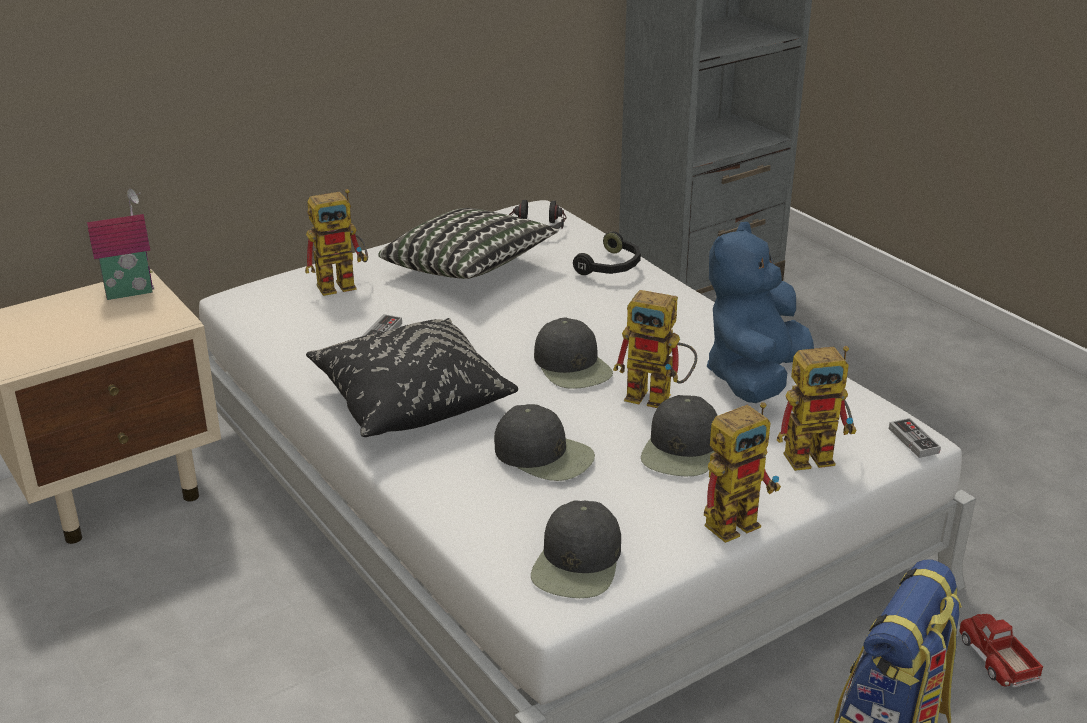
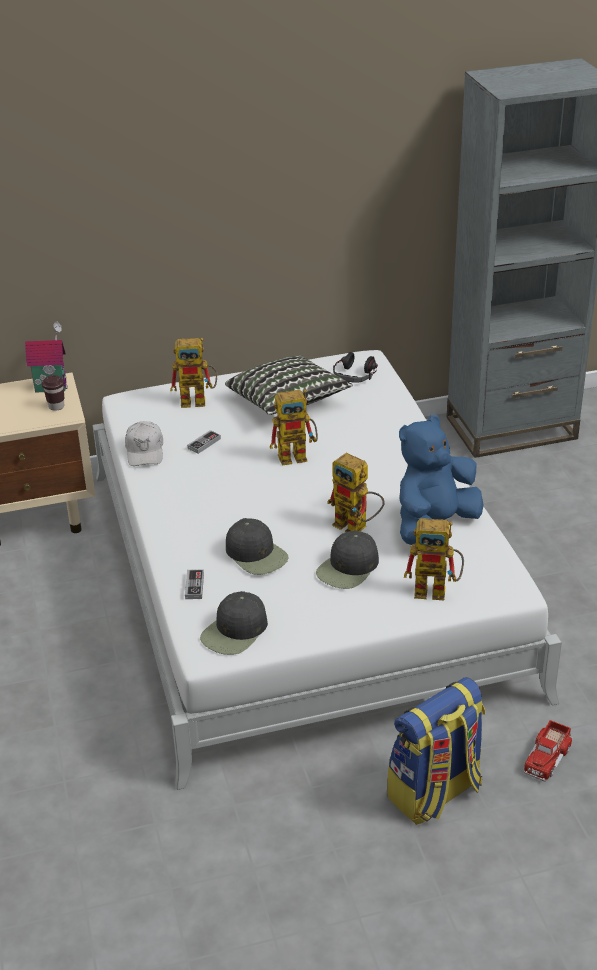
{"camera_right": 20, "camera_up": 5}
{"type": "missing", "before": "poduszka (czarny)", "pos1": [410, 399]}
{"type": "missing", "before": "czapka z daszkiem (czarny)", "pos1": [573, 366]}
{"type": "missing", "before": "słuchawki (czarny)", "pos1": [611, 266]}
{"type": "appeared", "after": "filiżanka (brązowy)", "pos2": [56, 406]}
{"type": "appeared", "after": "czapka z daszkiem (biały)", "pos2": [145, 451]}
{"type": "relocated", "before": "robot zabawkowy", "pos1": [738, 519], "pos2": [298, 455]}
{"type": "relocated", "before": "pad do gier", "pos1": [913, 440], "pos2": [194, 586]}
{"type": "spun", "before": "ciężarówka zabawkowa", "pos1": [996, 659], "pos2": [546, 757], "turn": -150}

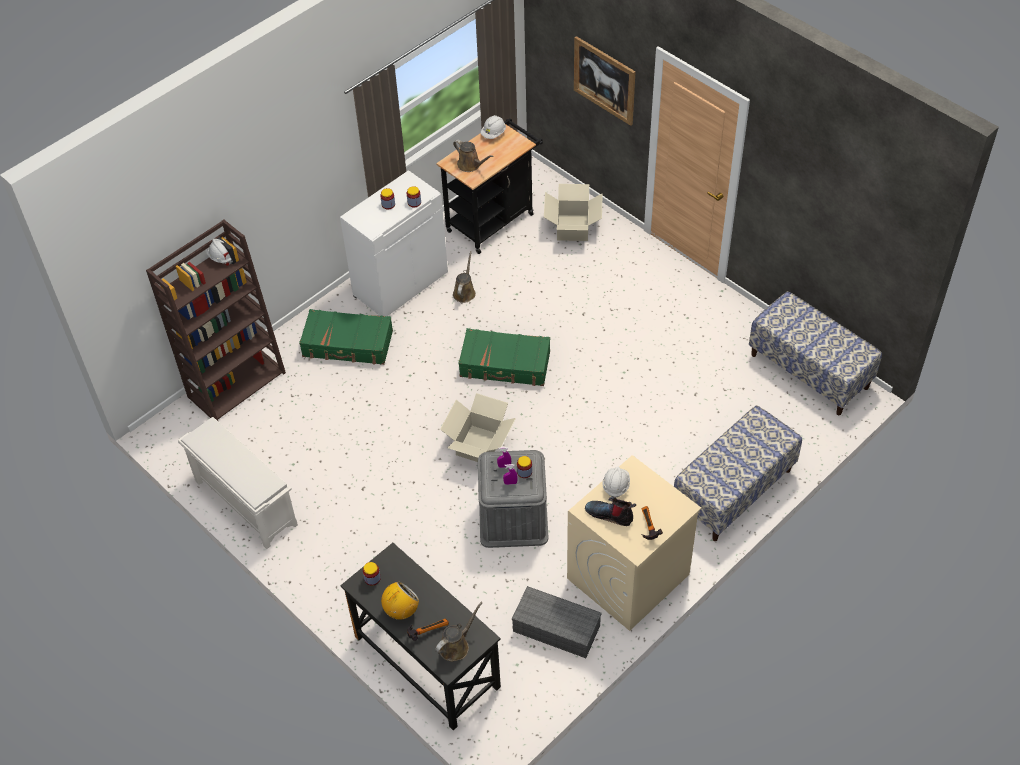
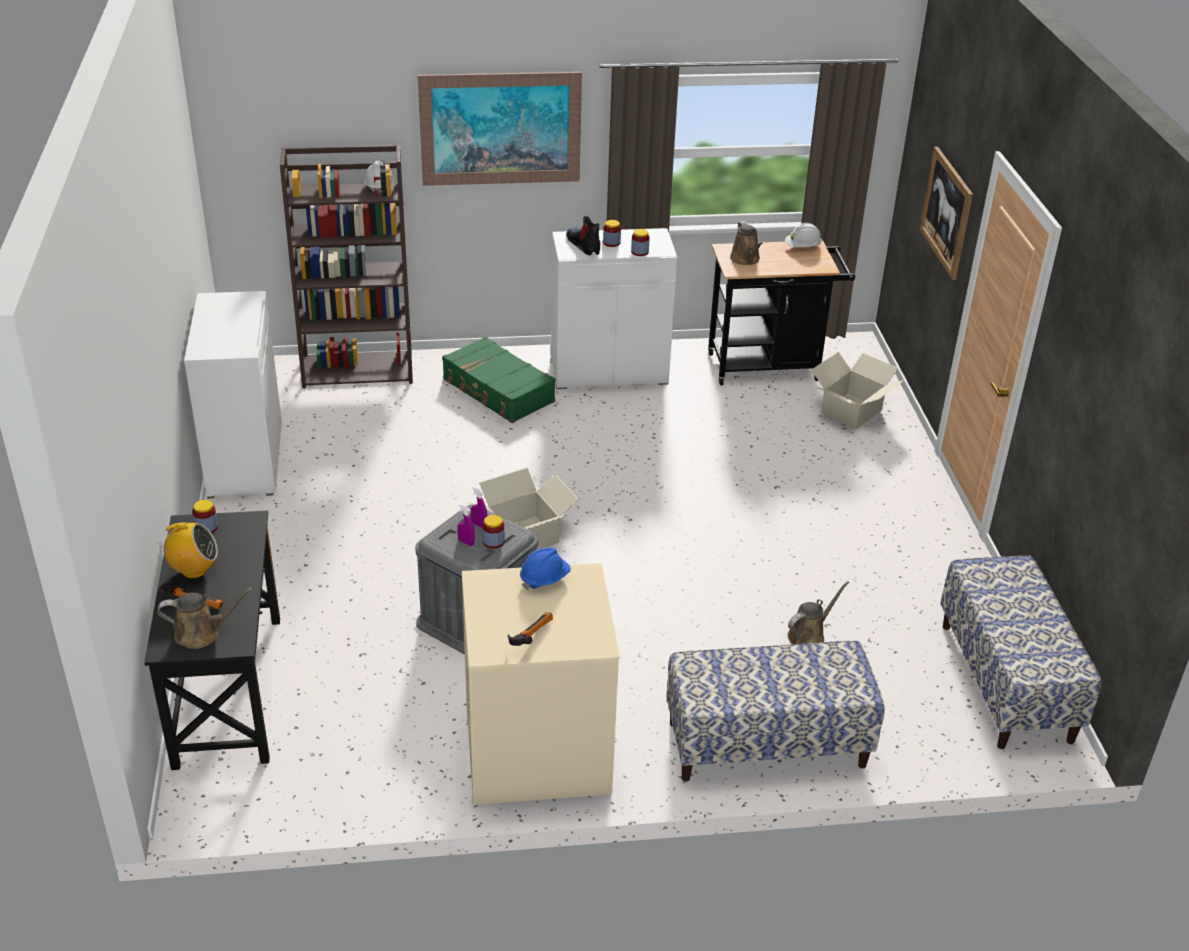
{"camera_right": 35, "camera_up": -15}
{"type": "missing", "before": "walizka (zielony)", "pos1": [505, 365]}
{"type": "missing", "before": "pojemnik do przechowywania (szary)", "pos1": [555, 629]}
{"type": "appeared", "after": "obraz", "pos2": [500, 129]}
{"type": "relocated", "before": "konewka (brązowy)", "pos1": [464, 292], "pos2": [809, 635]}
{"type": "relocated", "before": "but z cholewką", "pos1": [610, 514], "pos2": [584, 245]}
{"type": "exchanged", "before": "regał na buty (biały)", "after": "szafka (biały)", "pos1": [244, 503], "pos2": [244, 459]}
{"type": "colour", "before": "kask (biały)", "after": "kask (niebieski)", "pos1": [616, 486], "pos2": [544, 579]}

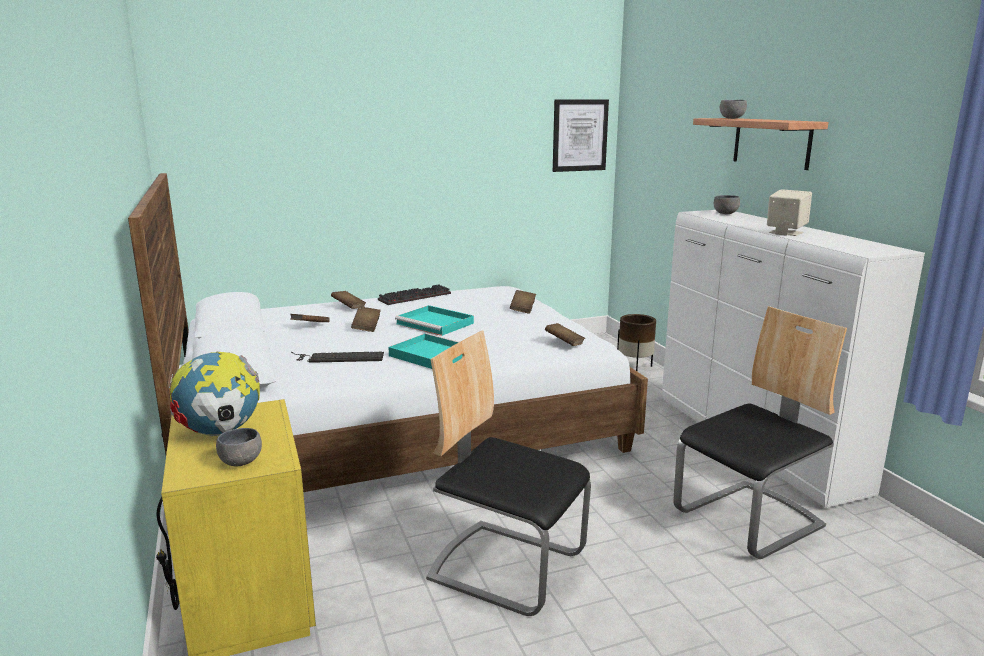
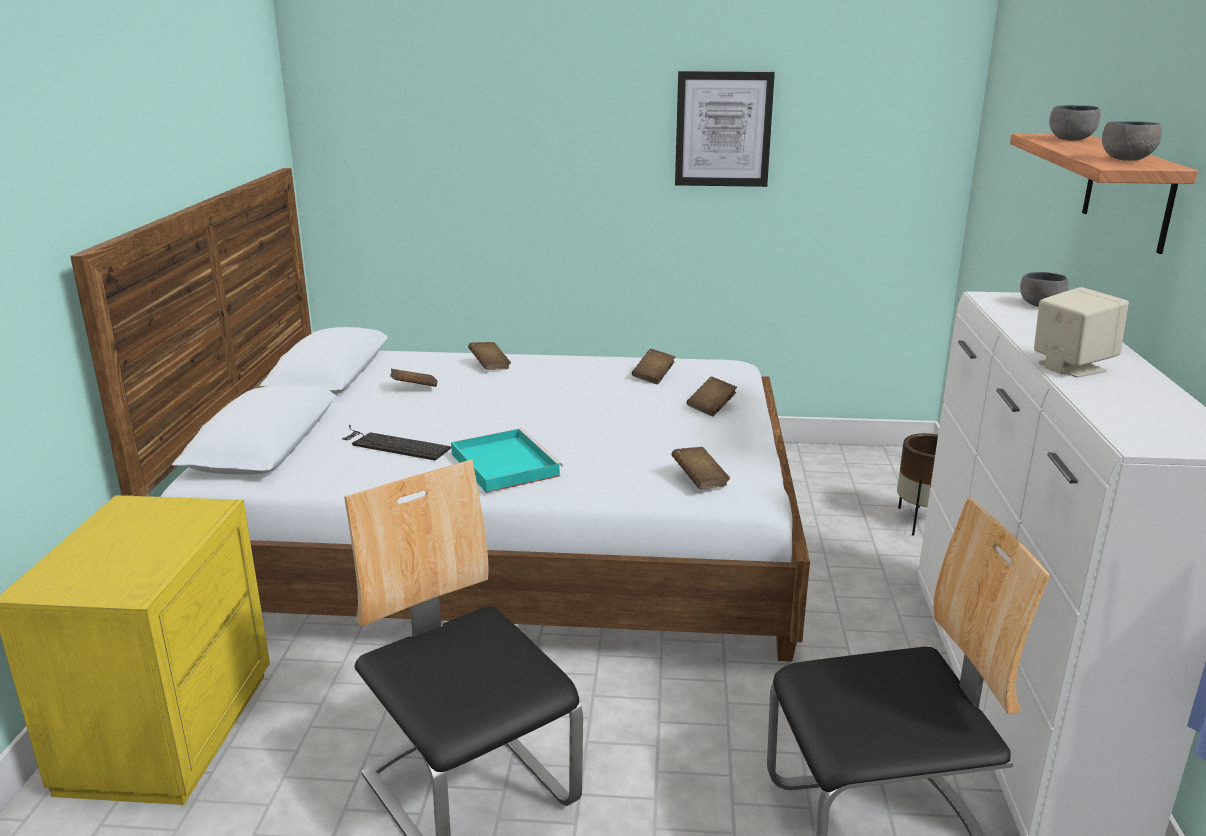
{"camera_right": 25, "camera_up": 5}
{"type": "missing", "before": "globus", "pos1": [221, 432]}
{"type": "missing", "before": "klawiatura", "pos1": [415, 296]}
{"type": "missing", "before": "taca (turkusowy)", "pos1": [436, 324]}
{"type": "relocated", "before": "miska (szary)", "pos1": [241, 461], "pos2": [1125, 159]}
{"type": "relocated", "before": "książka (brązowy)", "pos1": [366, 327], "pos2": [653, 377]}
{"type": "relocated", "before": "obraz", "pos1": [579, 135], "pos2": [723, 129]}

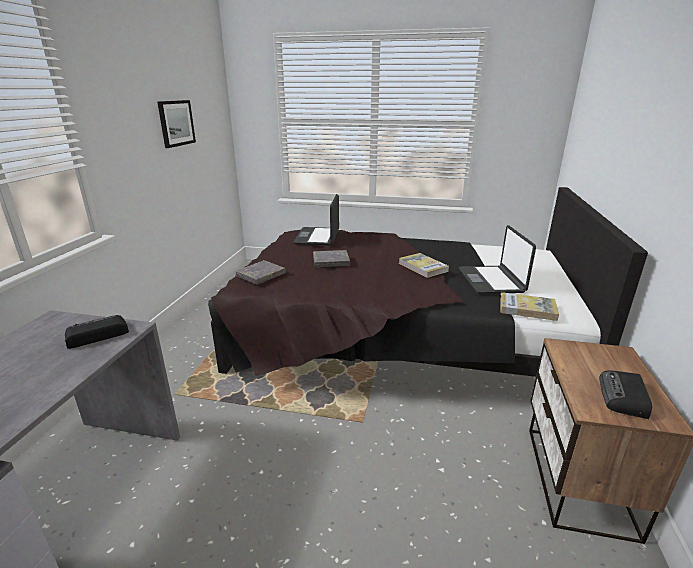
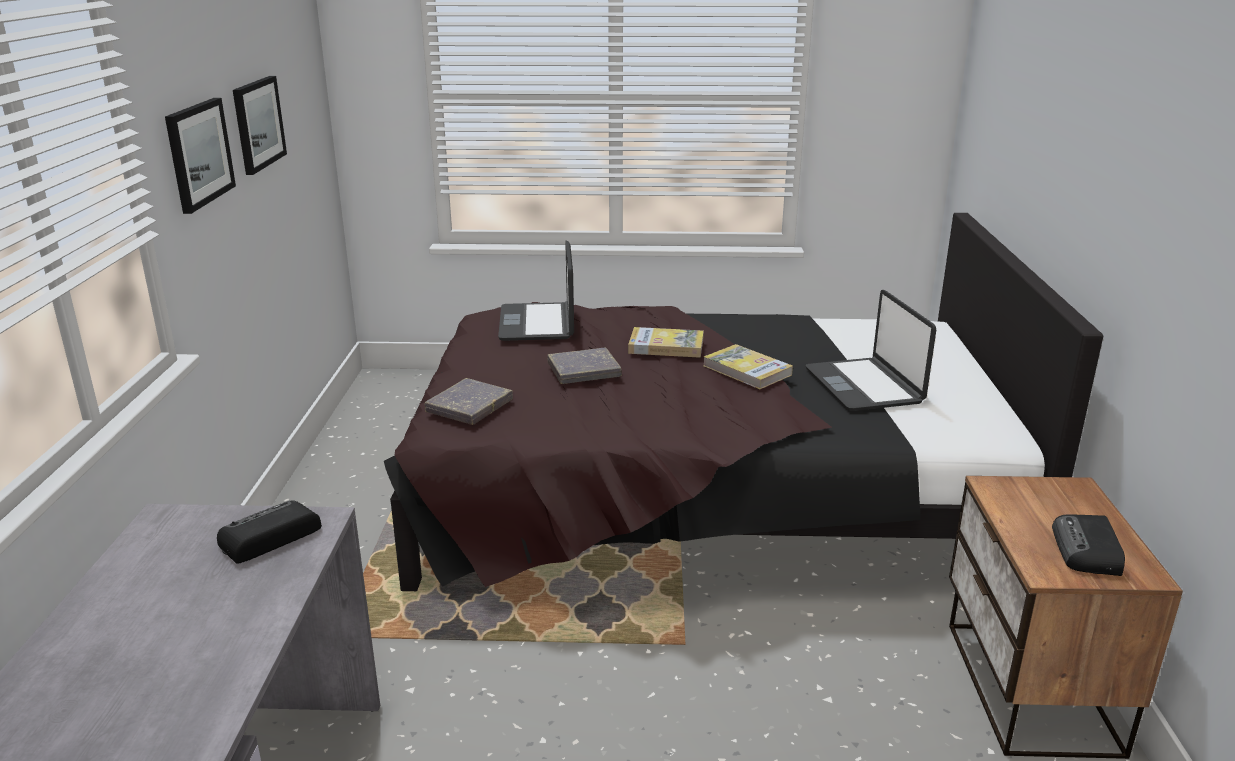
{"camera_right": -10, "camera_up": 0}
{"type": "appeared", "after": "obraz", "pos2": [199, 153]}
{"type": "relocated", "before": "książka", "pos1": [527, 309], "pos2": [666, 346]}

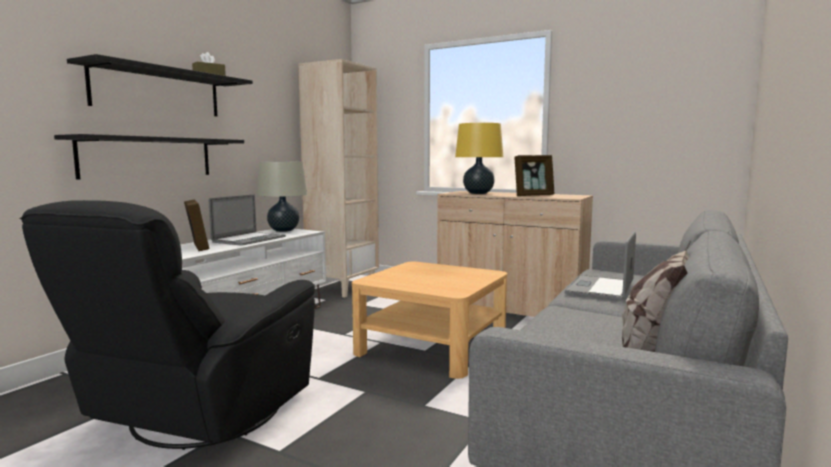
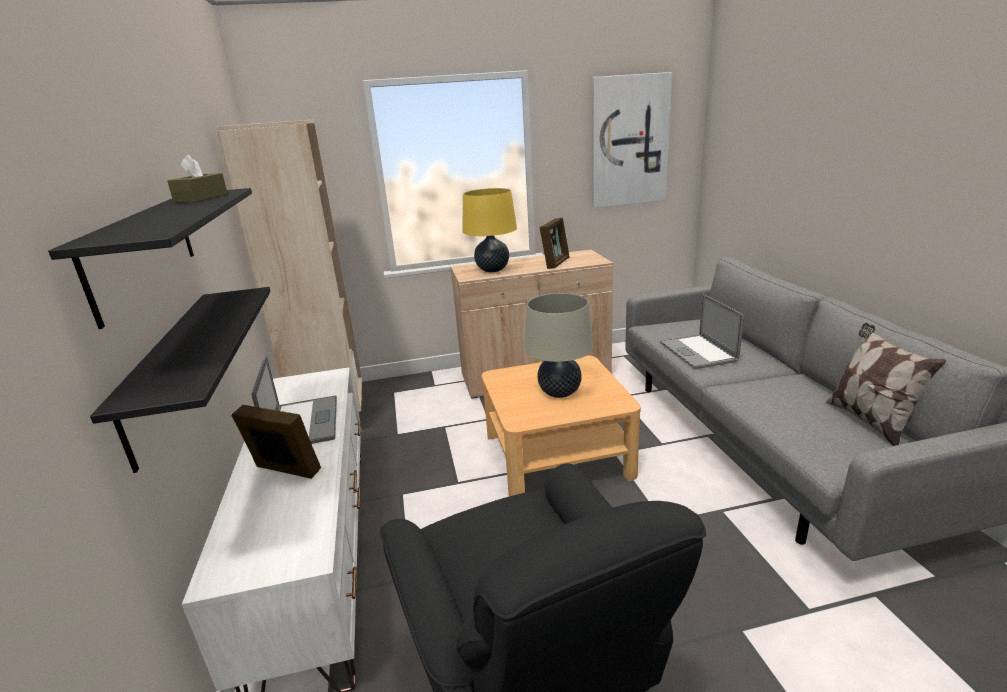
{"camera_right": -40, "camera_up": 15}
{"type": "appeared", "after": "obraz", "pos2": [629, 141]}
{"type": "relocated", "before": "lampa stołowa (beżowy)", "pos1": [283, 230], "pos2": [559, 392]}

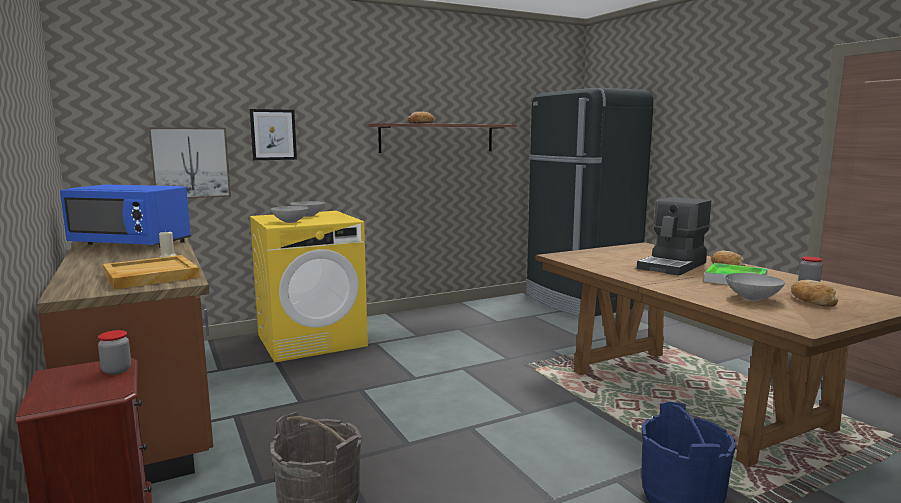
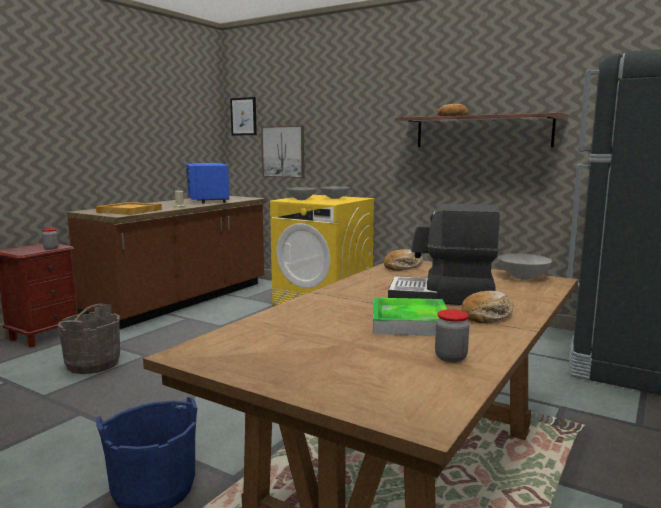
{"camera_right": 60, "camera_up": 0}
{"type": "relocated", "before": "obraz", "pos1": [273, 134], "pos2": [243, 116]}
{"type": "relocated", "before": "miska (szary)", "pos1": [751, 298], "pos2": [523, 277]}
{"type": "relocated", "before": "chleb", "pos1": [811, 301], "pos2": [403, 267]}

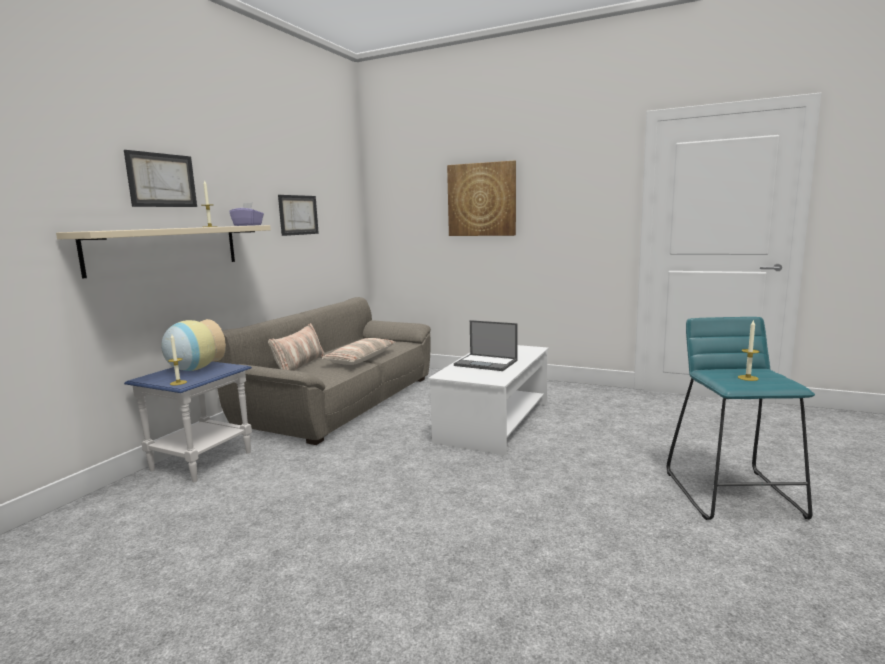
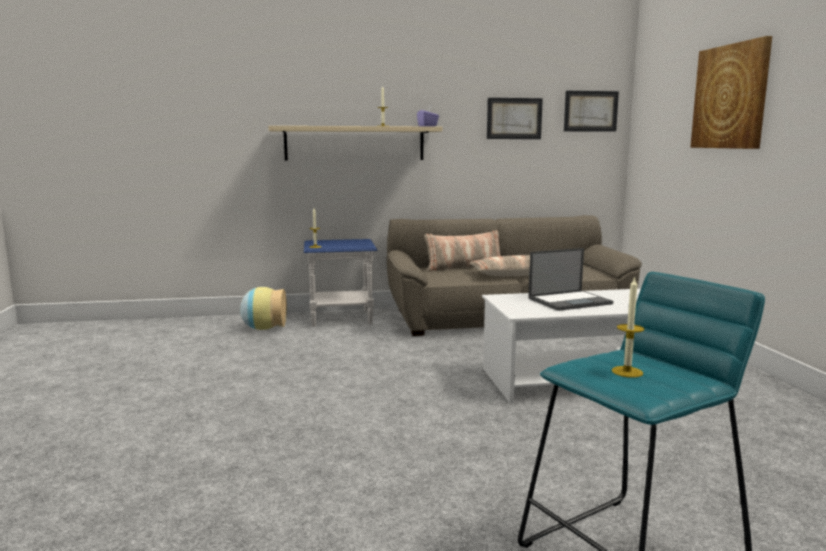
{"camera_right": 55, "camera_up": 0}
{"type": "relocated", "before": "obraz", "pos1": [162, 180], "pos2": [590, 111]}
{"type": "relocated", "before": "wazon", "pos1": [193, 369], "pos2": [264, 328]}
{"type": "spun", "before": "laptop", "pos1": [486, 363], "pos2": [570, 301], "turn": -105}

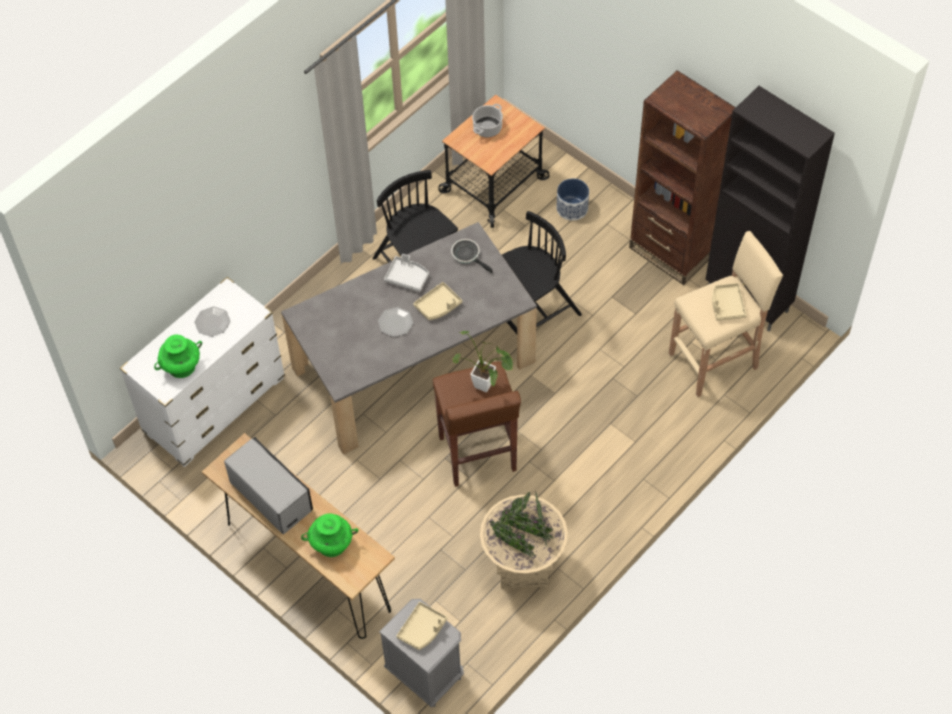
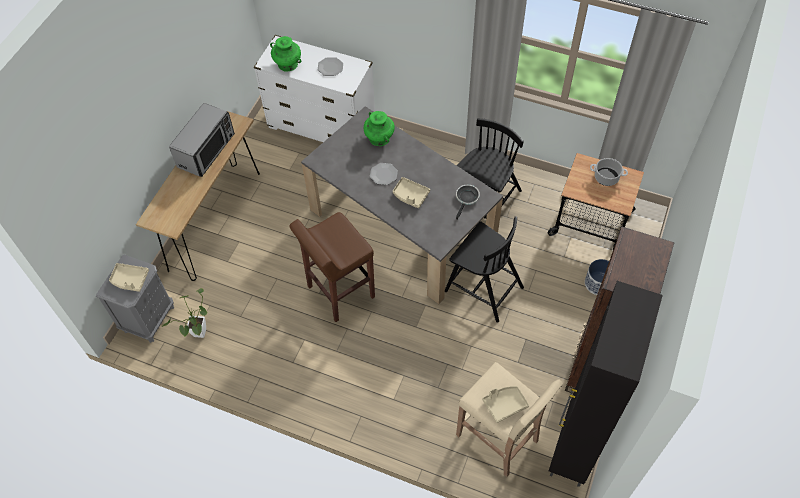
{"camera_right": 70, "camera_up": 0}
{"type": "missing", "before": "taca (szary)", "pos1": [407, 277]}
{"type": "missing", "before": "donica (beżowy)", "pos1": [523, 566]}
{"type": "relocated", "before": "wazon (zielony)", "pos1": [331, 544], "pos2": [379, 138]}
{"type": "relocated", "before": "roślina doniczkowa", "pos1": [487, 387], "pos2": [199, 336]}

